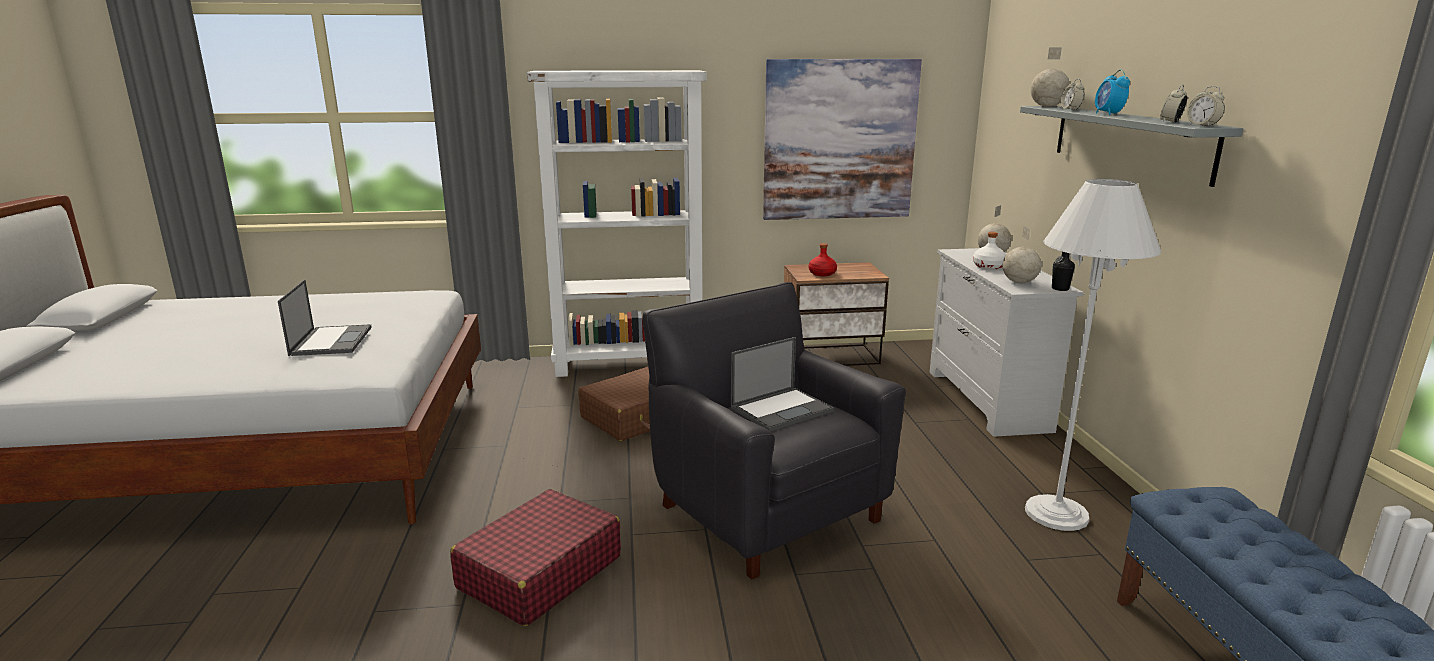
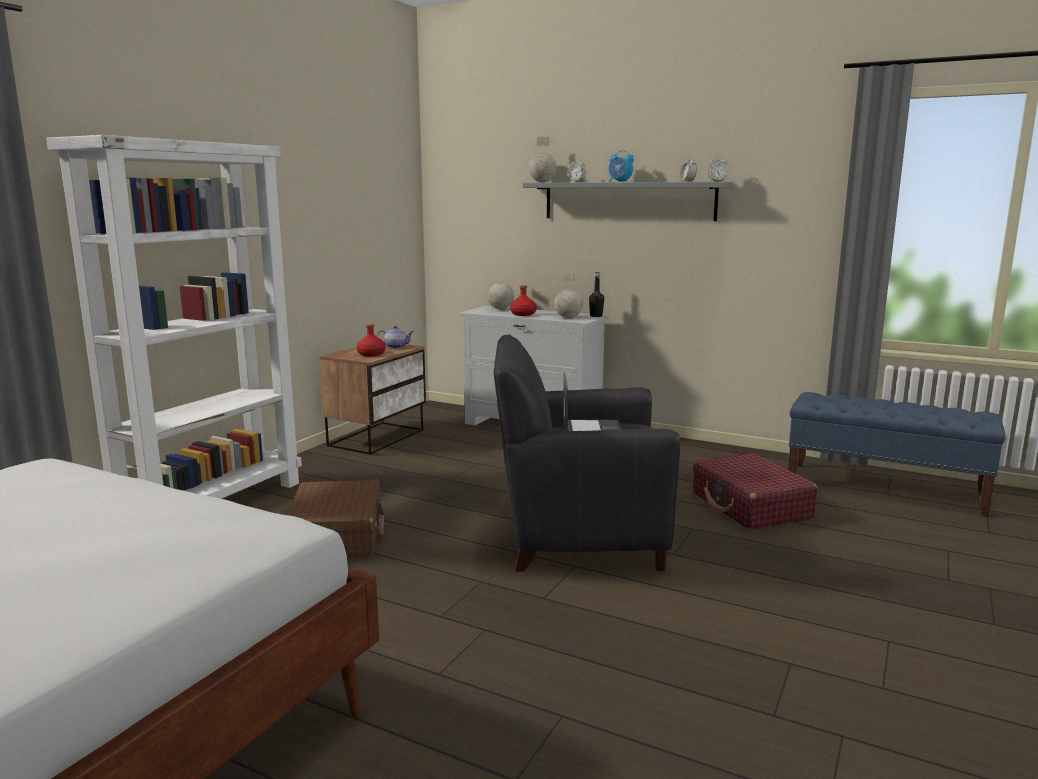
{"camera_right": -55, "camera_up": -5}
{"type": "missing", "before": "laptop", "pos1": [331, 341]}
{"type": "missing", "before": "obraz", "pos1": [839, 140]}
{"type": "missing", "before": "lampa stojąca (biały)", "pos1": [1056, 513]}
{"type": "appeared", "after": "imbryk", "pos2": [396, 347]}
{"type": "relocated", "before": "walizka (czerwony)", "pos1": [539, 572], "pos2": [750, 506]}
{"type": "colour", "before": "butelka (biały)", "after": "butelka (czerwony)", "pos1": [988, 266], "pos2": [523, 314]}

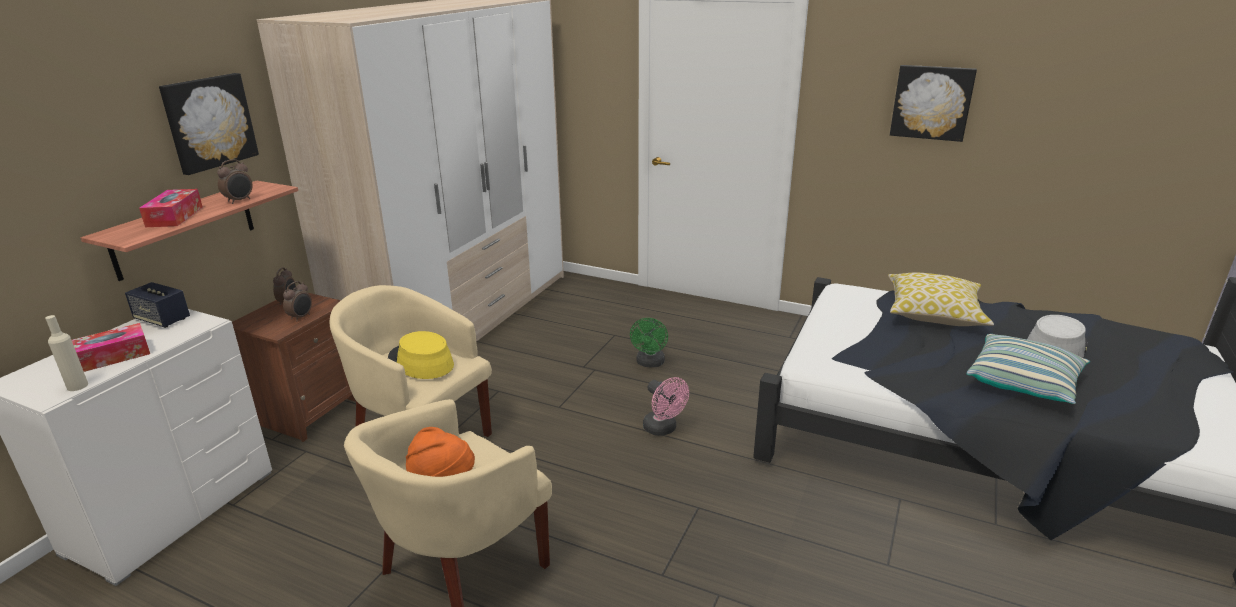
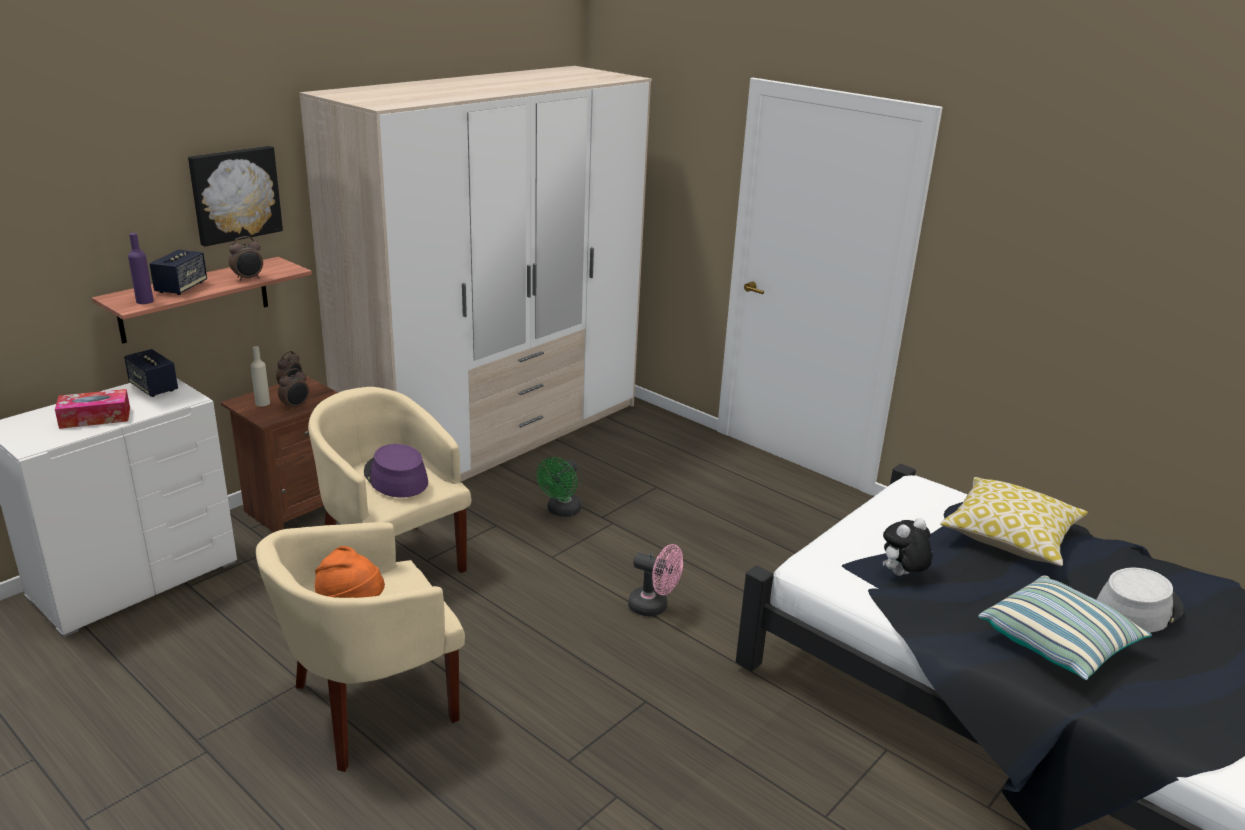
{"camera_right": 15, "camera_up": 0}
{"type": "missing", "before": "obraz", "pos1": [932, 102]}
{"type": "appeared", "after": "butelka (fioletowy)", "pos2": [144, 301]}
{"type": "appeared", "after": "pluszak", "pos2": [901, 575]}
{"type": "relocated", "before": "butelka (beżowy)", "pos1": [77, 386], "pos2": [262, 403]}
{"type": "relocated", "before": "wentylator (zielony)", "pos1": [650, 363], "pos2": [561, 511]}
{"type": "exchanged", "before": "pudełko chusteczek", "after": "głośnik", "pos1": [174, 216], "pos2": [181, 288]}
{"type": "colour", "before": "kapelusz (żółty)", "after": "kapelusz (fioletowy)", "pos1": [420, 362], "pos2": [395, 478]}
{"type": "spun", "before": "wentylator (różowy)", "pos1": [663, 429], "pos2": [654, 607], "turn": -45}

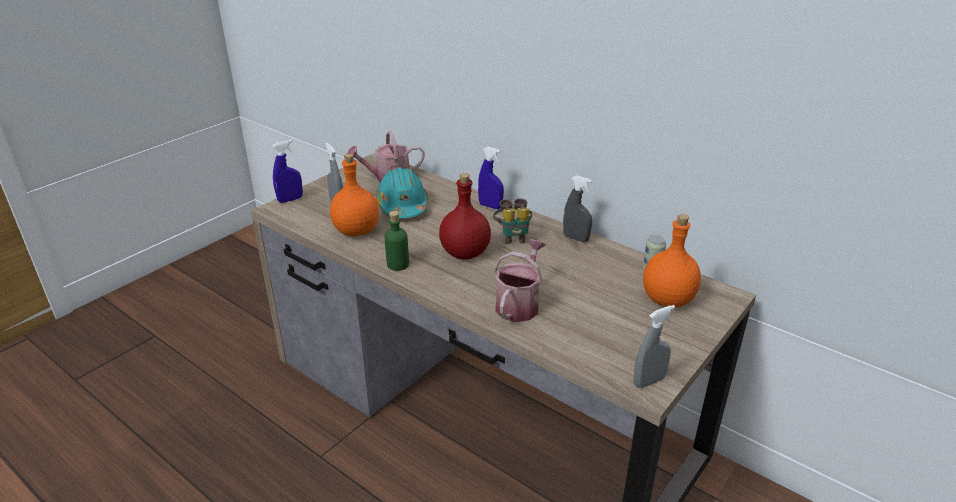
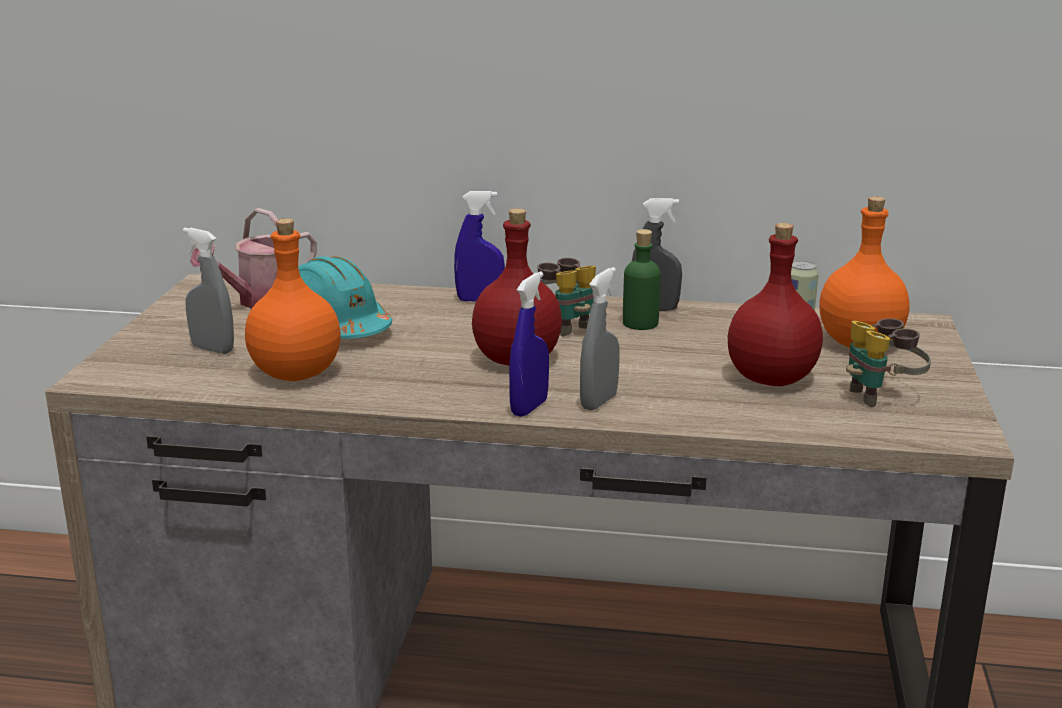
{"camera_right": -30, "camera_up": -10}
{"type": "missing", "before": "konewka", "pos1": [519, 304]}
{"type": "appeared", "after": "butelka (czerwony)", "pos2": [770, 379]}
{"type": "appeared", "after": "lornetka", "pos2": [880, 396]}
{"type": "relocated", "before": "spryskiwacz (niebieski)", "pos1": [290, 199], "pos2": [529, 408]}
{"type": "relocated", "before": "butelka (zielony)", "pos1": [398, 264], "pos2": [640, 323]}
{"type": "relocated", "before": "spryskiwacz (szary)", "pos1": [649, 381], "pos2": [598, 402]}

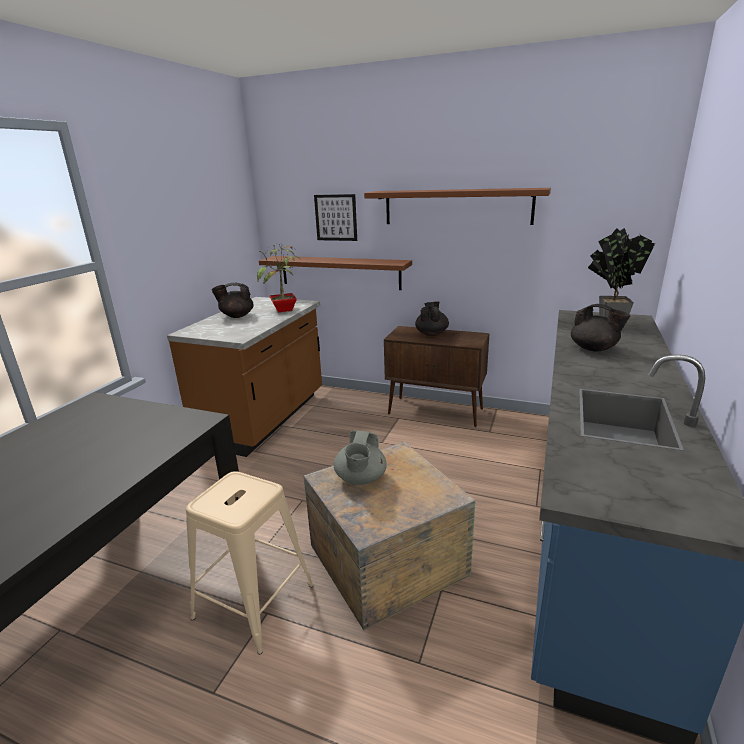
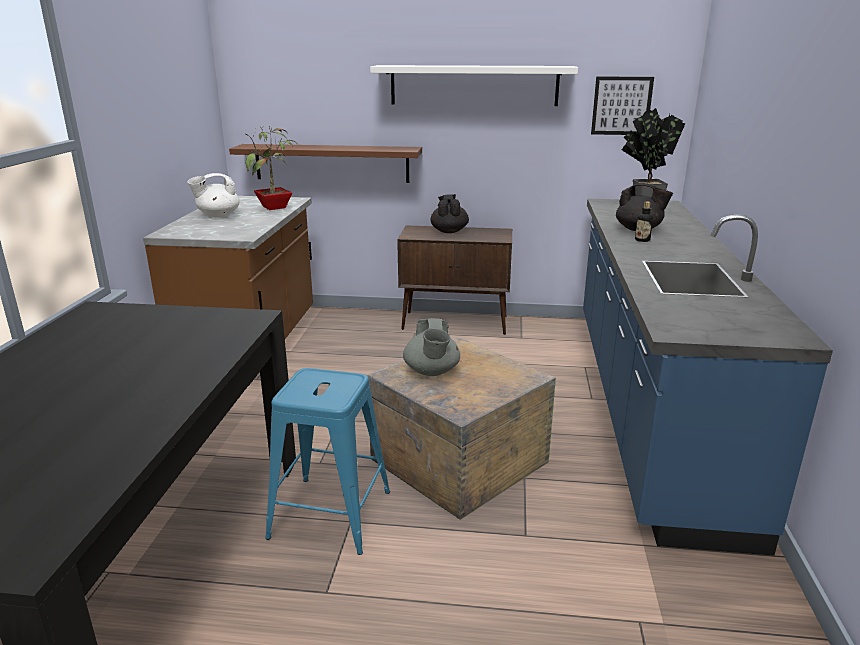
{"camera_right": -15, "camera_up": 0}
{"type": "appeared", "after": "butelka", "pos2": [642, 240]}
{"type": "relocated", "before": "obraz", "pos1": [336, 217], "pos2": [621, 106]}
{"type": "colour", "before": "stołek (beżowy)", "after": "stołek (niebieski)", "pos1": [253, 601], "pos2": [330, 513]}
{"type": "colour", "before": "imbryk (czarny)", "after": "imbryk (biały)", "pos1": [236, 316], "pos2": [218, 215]}
{"type": "colour", "before": "półka (brązowy)", "after": "półka (biały)", "pos1": [457, 207], "pos2": [474, 85]}

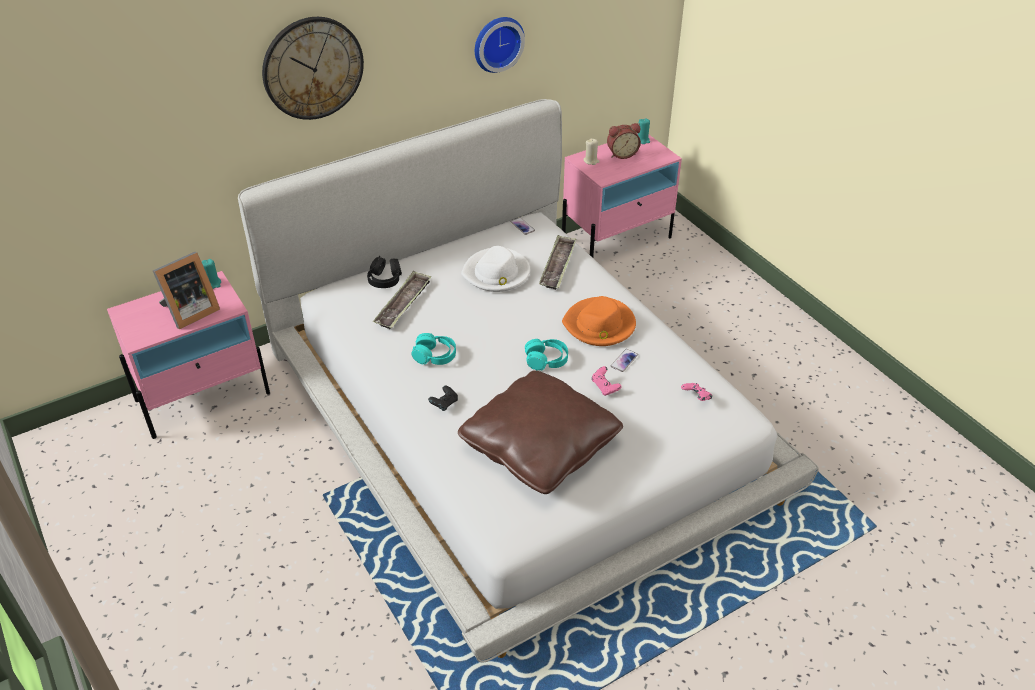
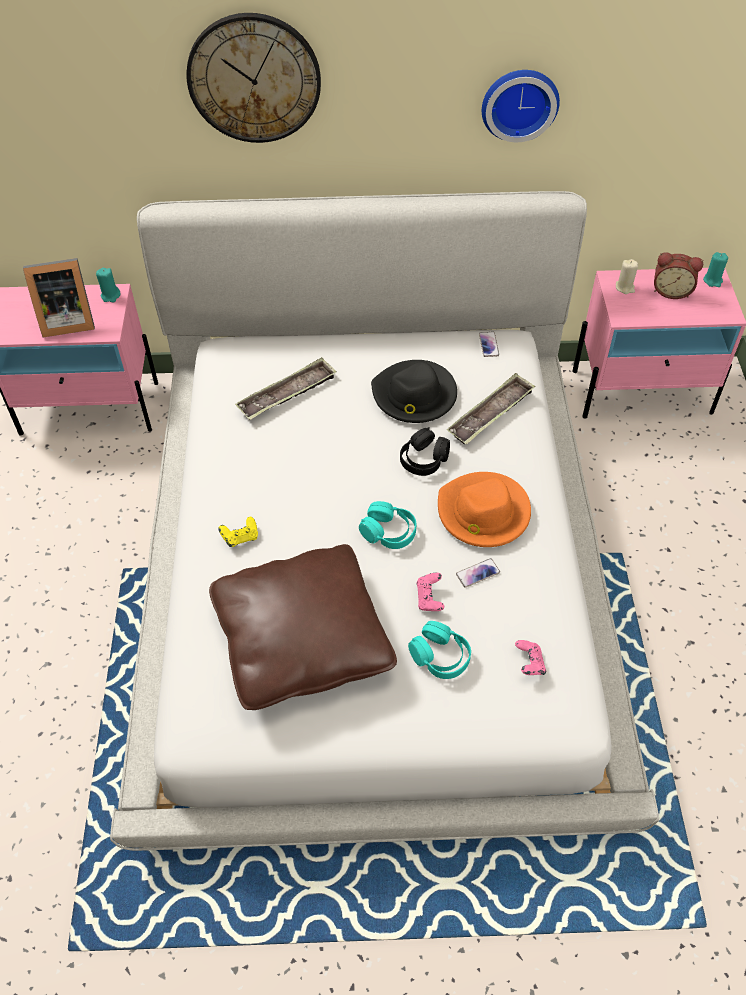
{"camera_right": 30, "camera_up": 10}
{"type": "relocated", "before": "słuchawki (czarny)", "pos1": [385, 279], "pos2": [424, 459]}
{"type": "relocated", "before": "słuchawki (turkusowy)", "pos1": [435, 356], "pos2": [440, 656]}
{"type": "colour", "before": "pad do gier (czarny)", "after": "pad do gier (żółty)", "pos1": [444, 404], "pos2": [240, 538]}
{"type": "colour", "before": "kapelusz (biały)", "after": "kapelusz (czarny)", "pos1": [496, 273], "pos2": [414, 395]}

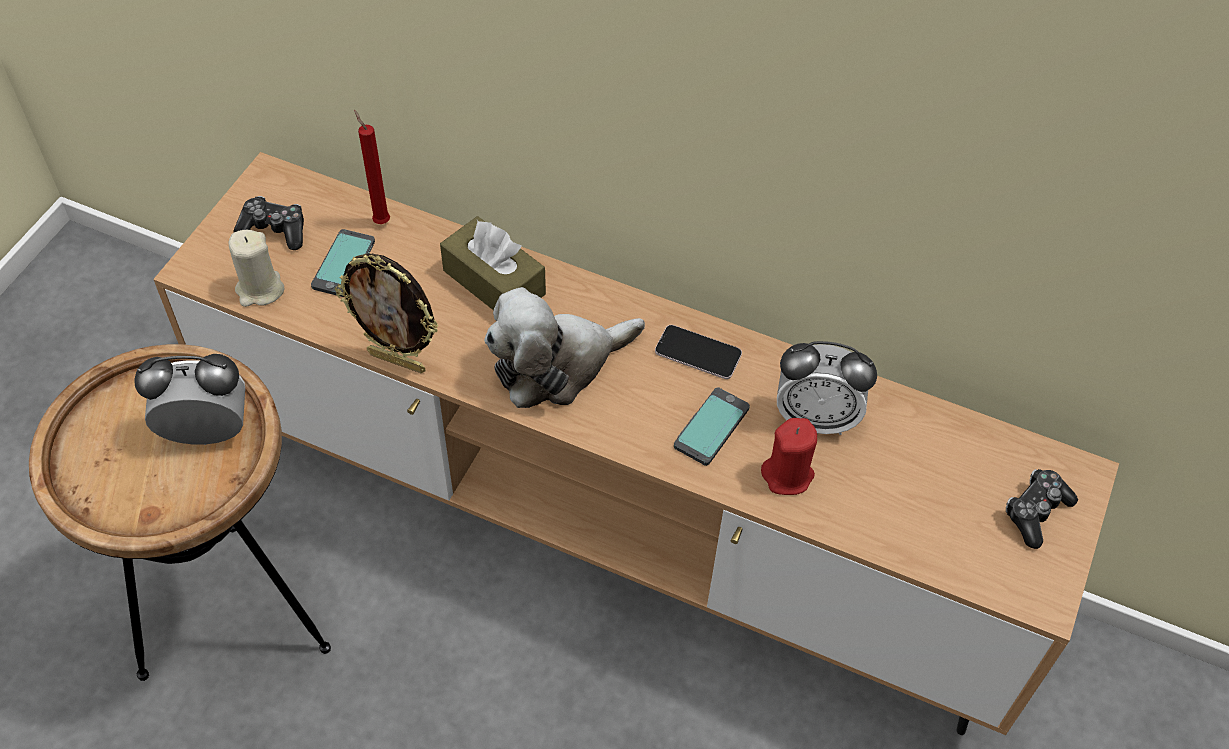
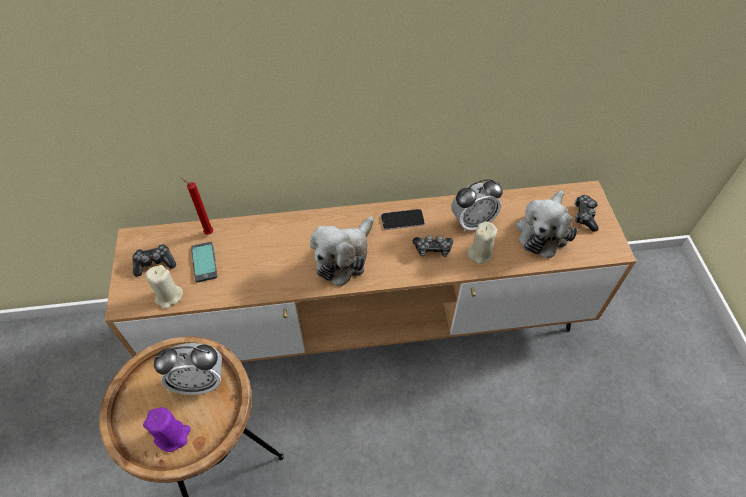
{"camera_right": -30, "camera_up": 0}
{"type": "missing", "before": "ramka na zdjęcie", "pos1": [398, 361]}
{"type": "missing", "before": "pudełko chusteczek (brązowy)", "pos1": [494, 282]}
{"type": "appeared", "after": "świeca (fioletowy)", "pos2": [172, 436]}
{"type": "appeared", "after": "pluszak", "pos2": [543, 231]}
{"type": "exchanged", "before": "telefon", "after": "pad do gier", "pos1": [711, 427], "pos2": [432, 249]}
{"type": "colour", "before": "świeca (czerwony)", "after": "świeca (beżowy)", "pos1": [787, 475], "pos2": [480, 253]}
{"type": "spun", "before": "budzik", "pos1": [207, 432], "pos2": [199, 382], "turn": -150}

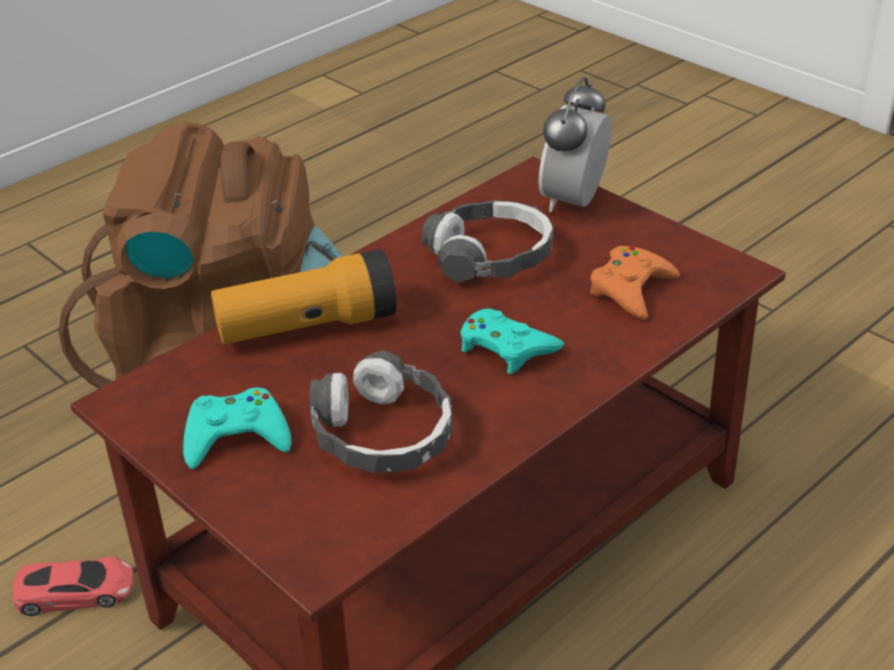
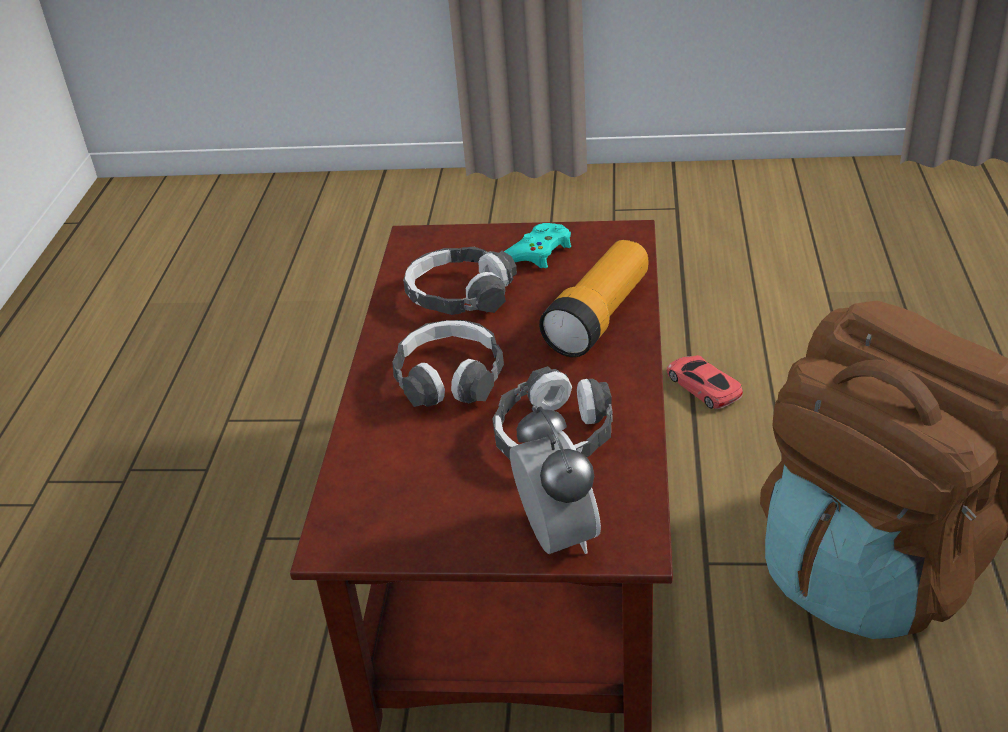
{"camera_right": 140, "camera_up": 0}
{"type": "missing", "before": "pad do gier (pomarańczowy)", "pos1": [631, 289]}
{"type": "exchanged", "before": "pad do gier (turkusowy)", "after": "słuchawki", "pos1": [506, 347], "pos2": [450, 377]}
{"type": "spun", "before": "samochodzik (czerwony)", "pos1": [76, 592], "pos2": [703, 386], "turn": 105}

